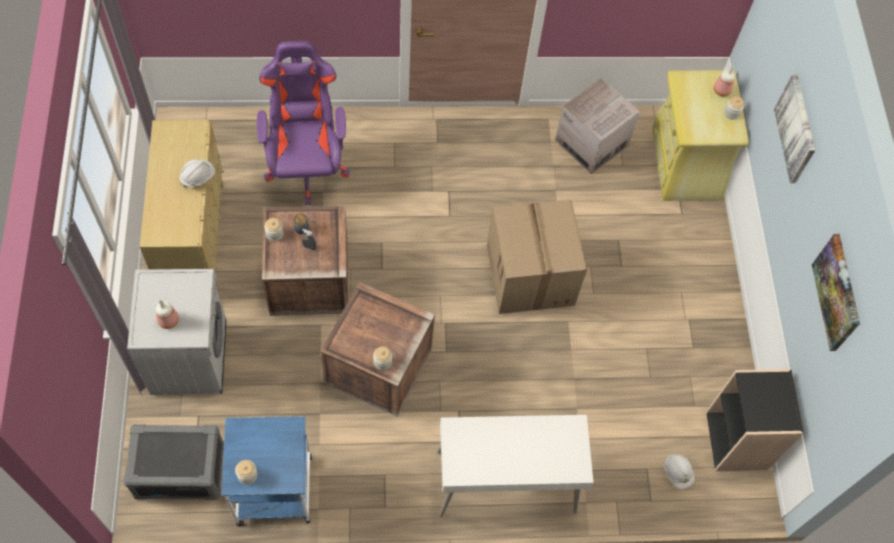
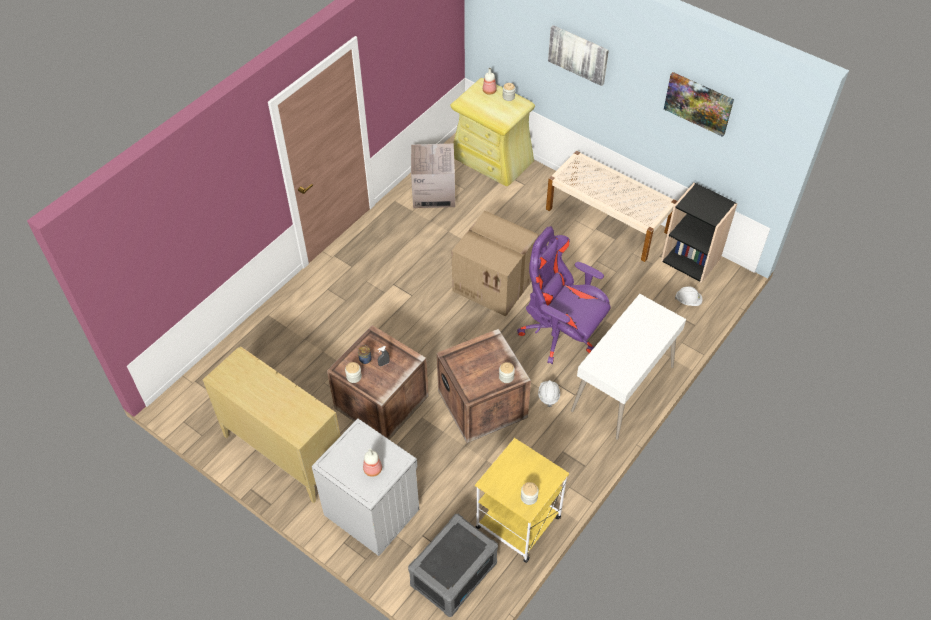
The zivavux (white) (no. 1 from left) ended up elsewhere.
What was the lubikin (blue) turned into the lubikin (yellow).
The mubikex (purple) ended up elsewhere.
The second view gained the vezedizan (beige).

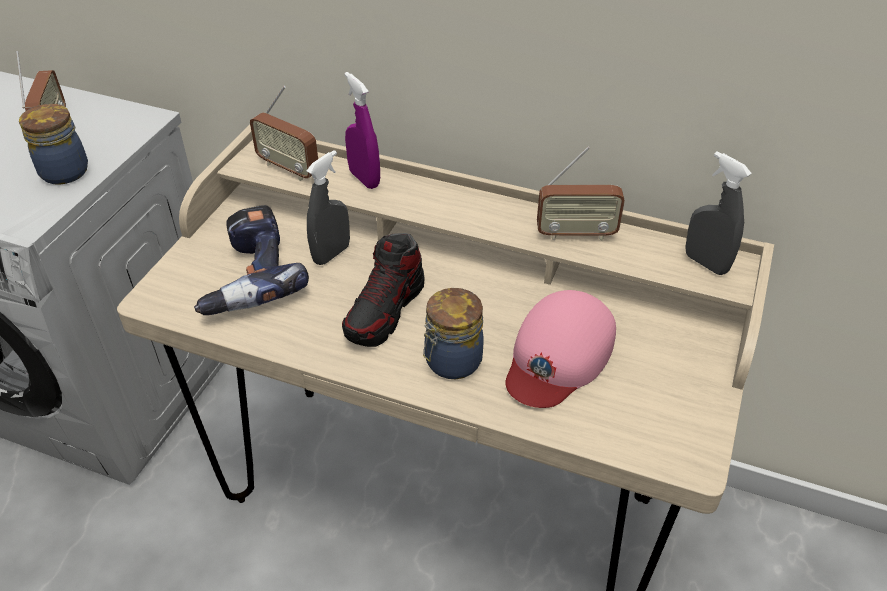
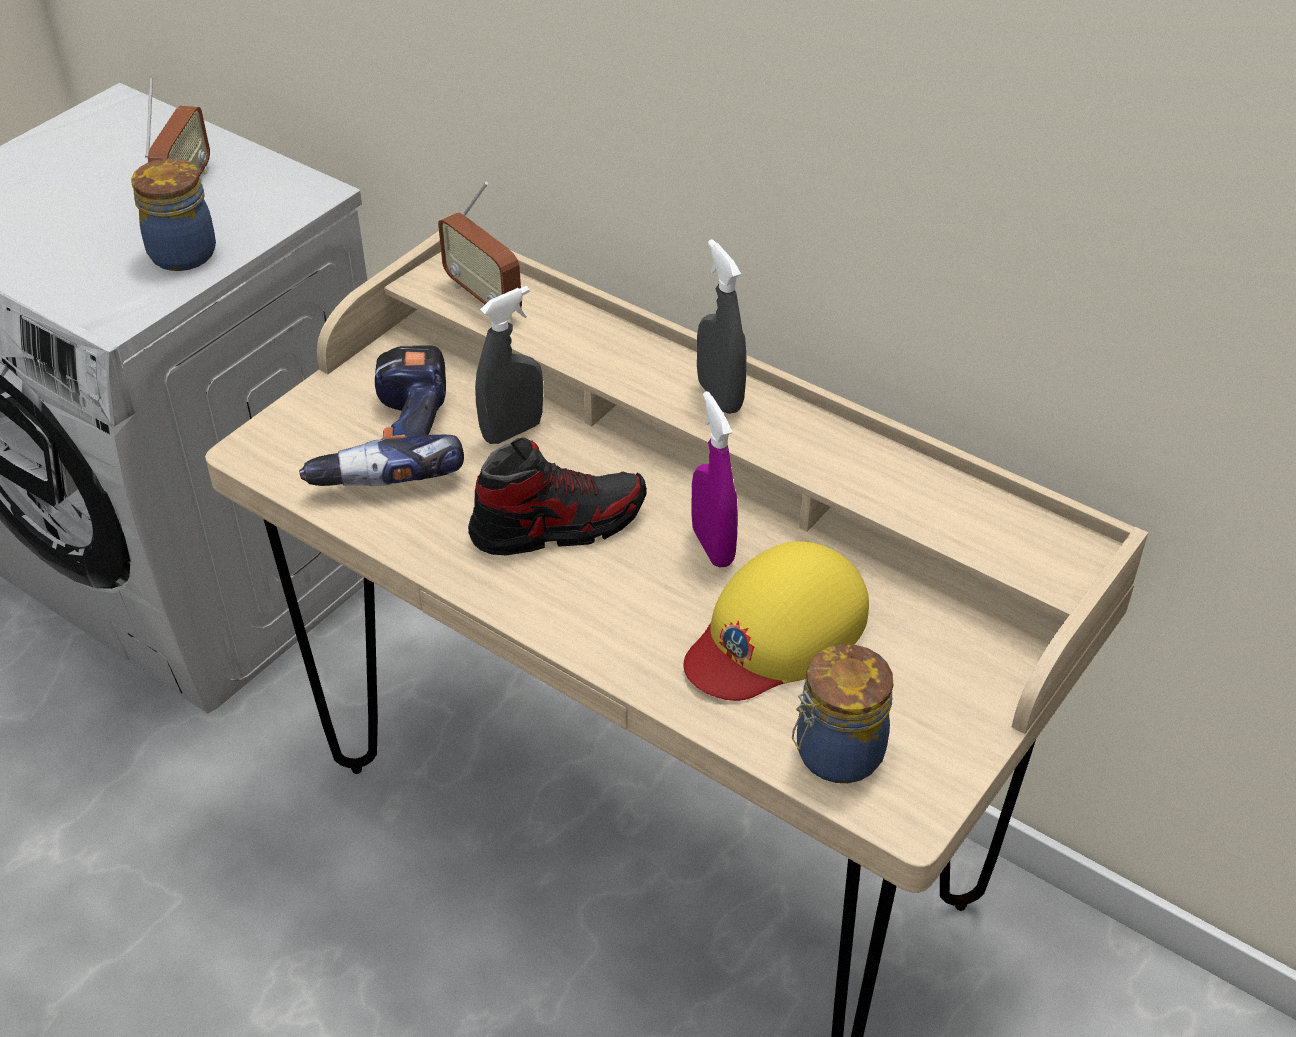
The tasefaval ended up facing another way, 150 degrees counterclockwise from before.
The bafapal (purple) ended up elsewhere.
The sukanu (no. 2 from left) ended up elsewhere.
What was the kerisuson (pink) turned into the kerisuson (yellow).
The second view lost the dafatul (no. 3 from left).
The bafapal (grey) (no. 2 from left) ended up elsewhere.

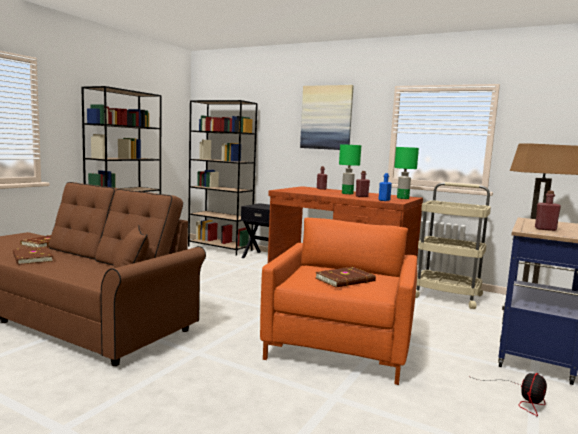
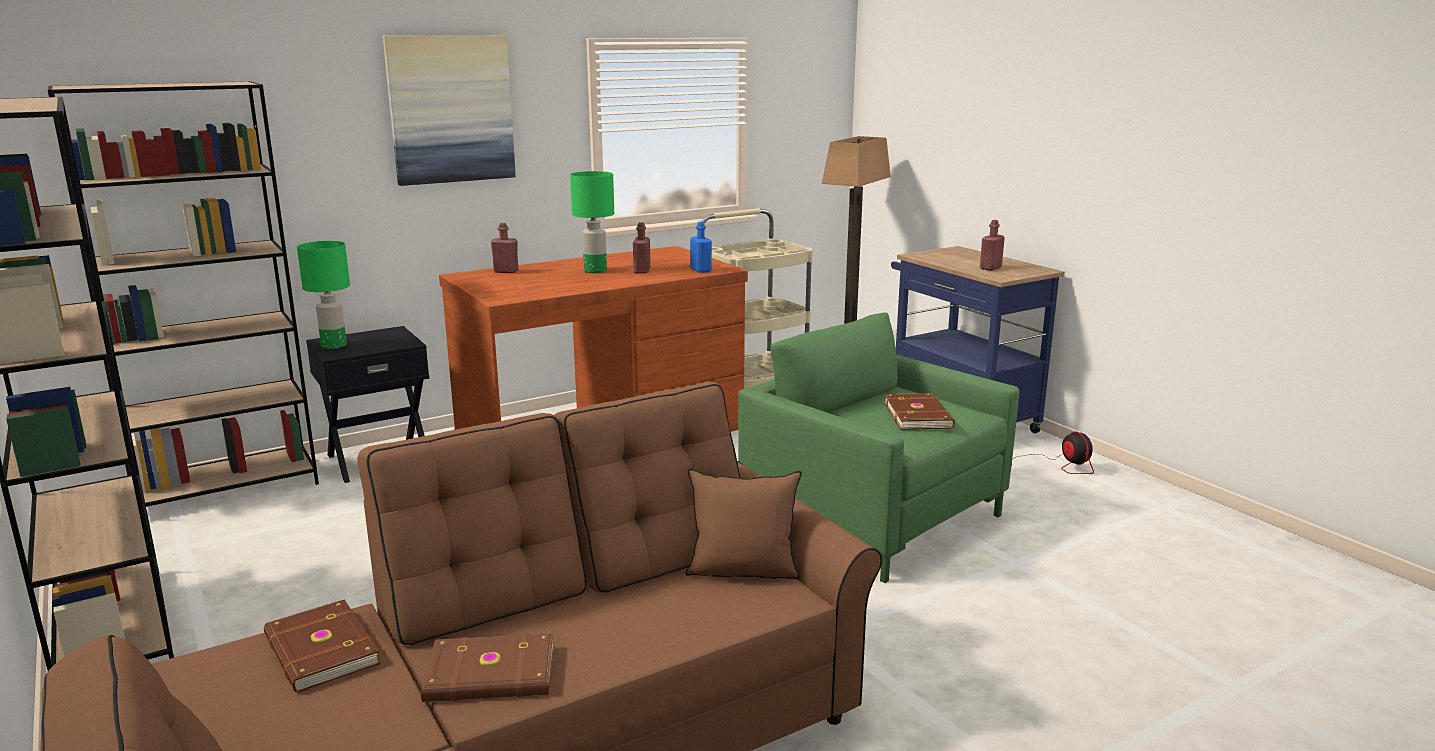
What was the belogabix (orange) turned into the belogabix (green).
The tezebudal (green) (no. 2 from left in the first image) ended up elsewhere.

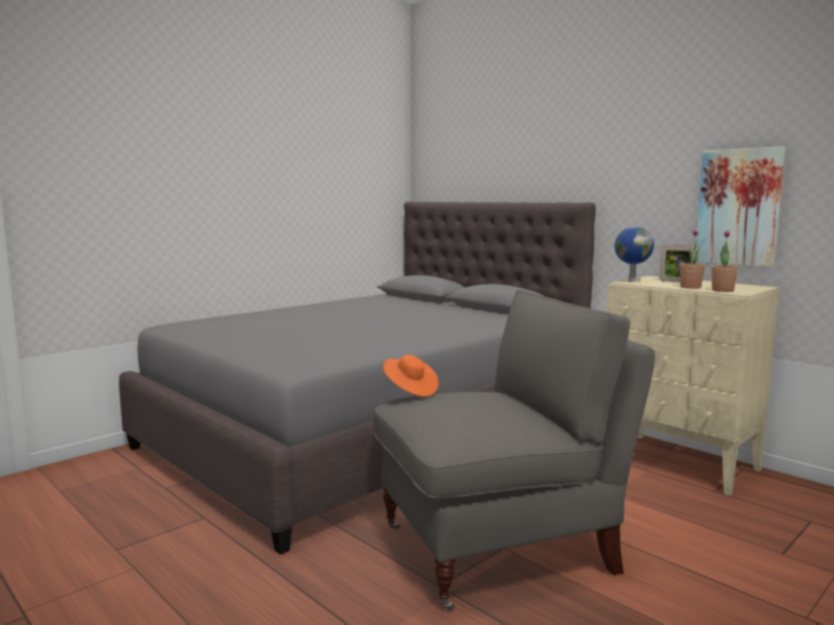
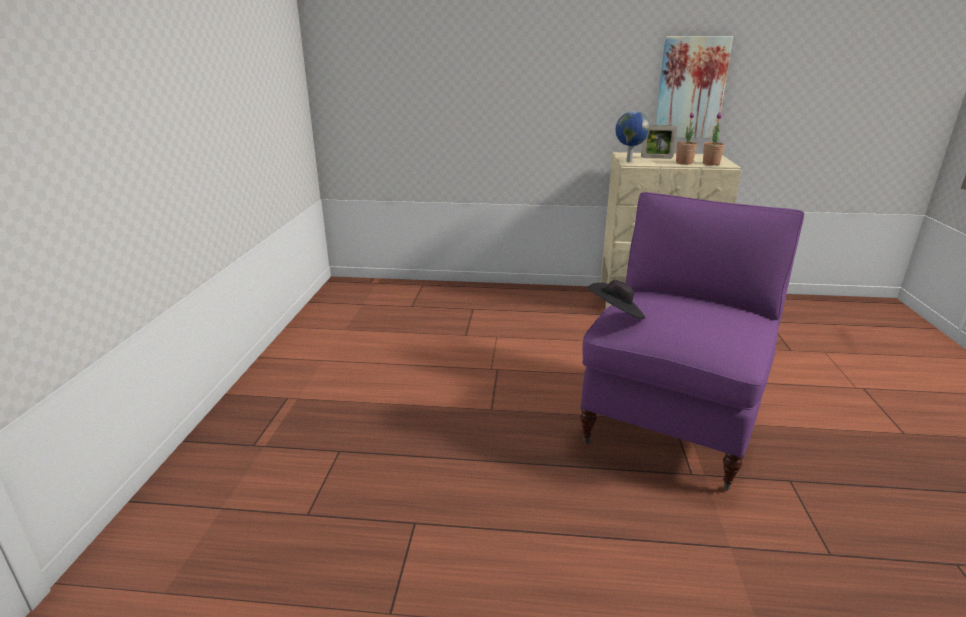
The second view lost the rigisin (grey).
What was the belogabix (grey) turned into the belogabix (purple).
What was the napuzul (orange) turned into the napuzul (black).

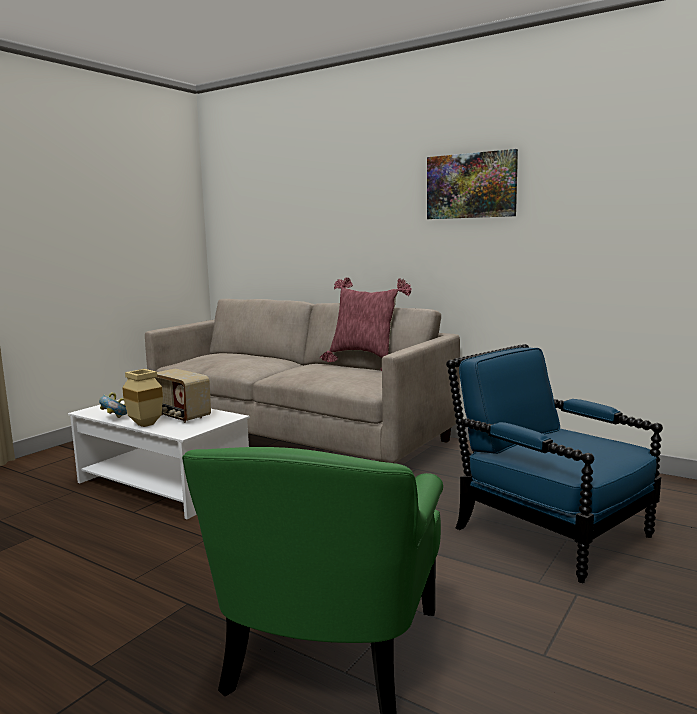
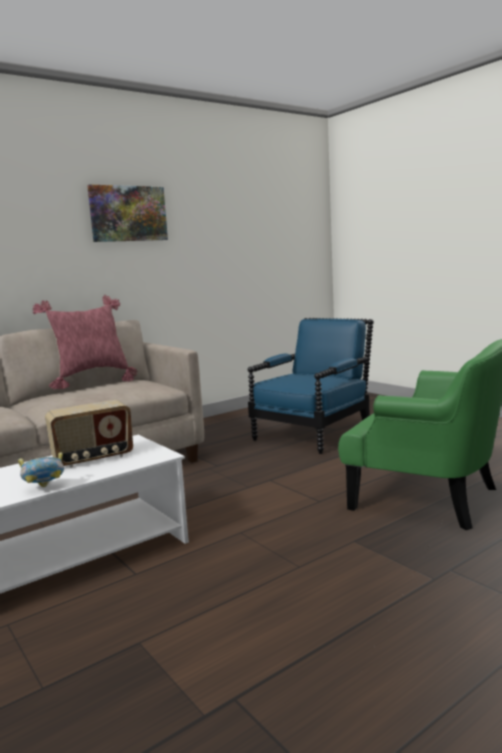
The second view lost the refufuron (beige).
The belogabix (blue) ended up facing another way, 150 degrees clockwise from before.

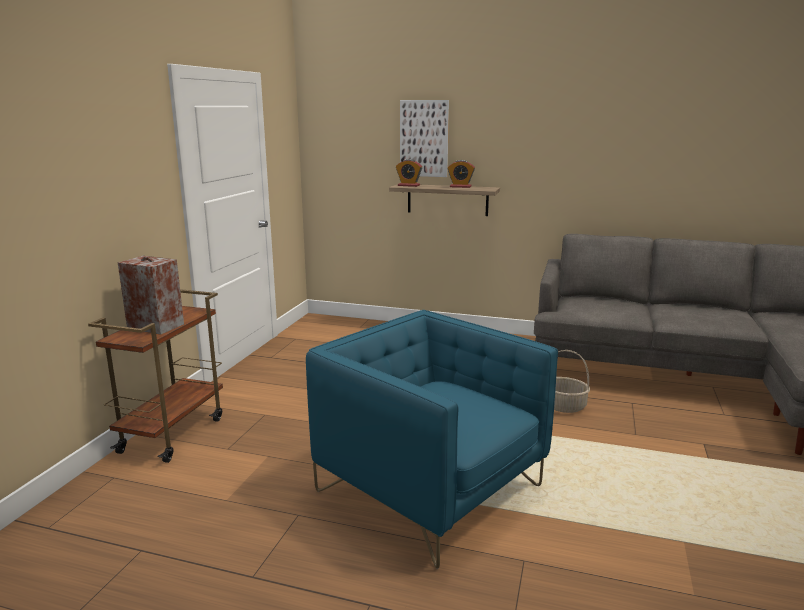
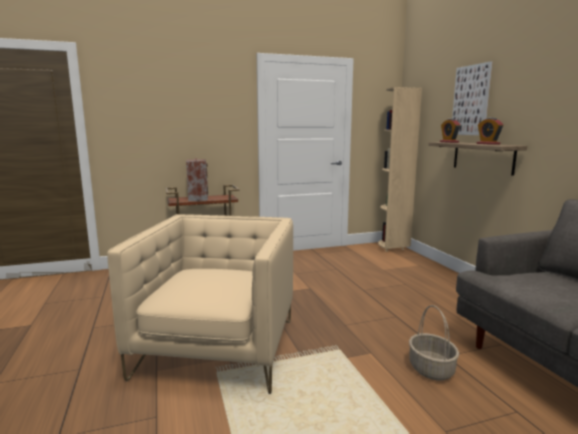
What was the belogabix (blue) turned into the belogabix (beige).
The second view gained the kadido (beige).

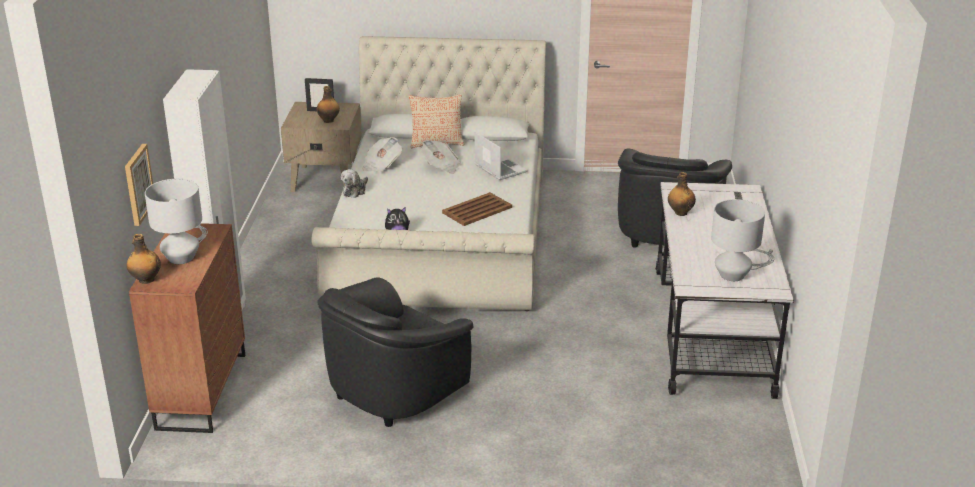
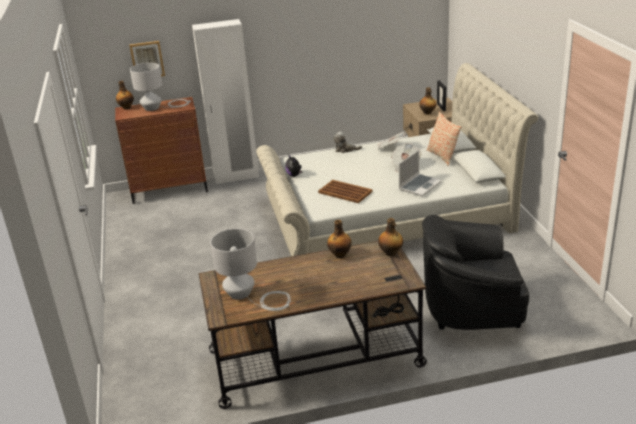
The second view lost the belogabix (black) (no. 1 from left).
What was the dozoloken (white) turned into the dozoloken (brown).
The second view gained the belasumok (no. 3 from left).

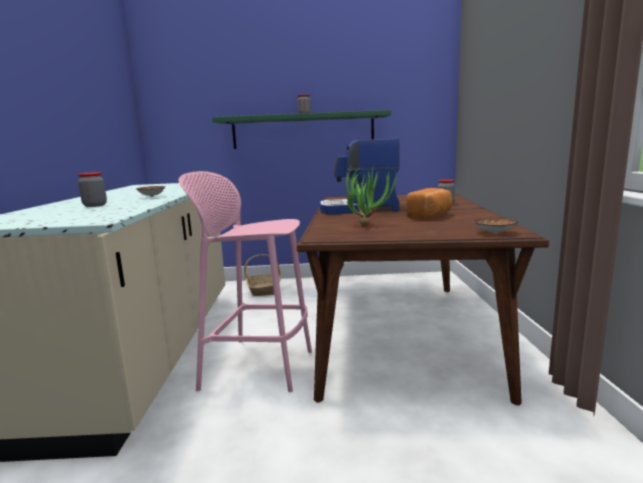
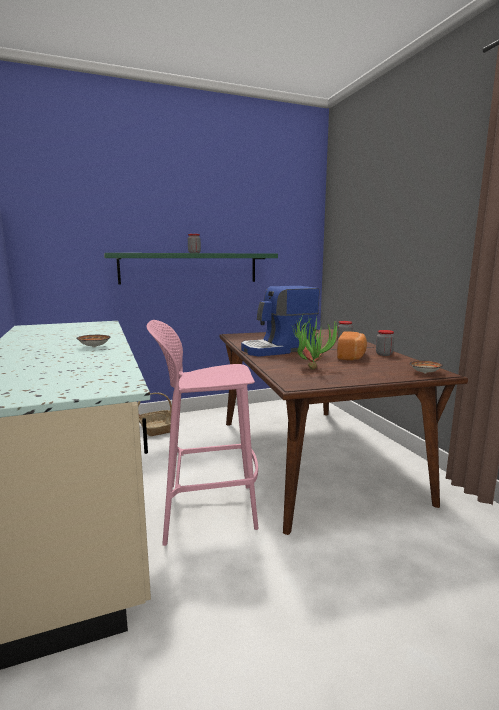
The sukanu (no. 1 from left in the first image) ended up elsewhere.

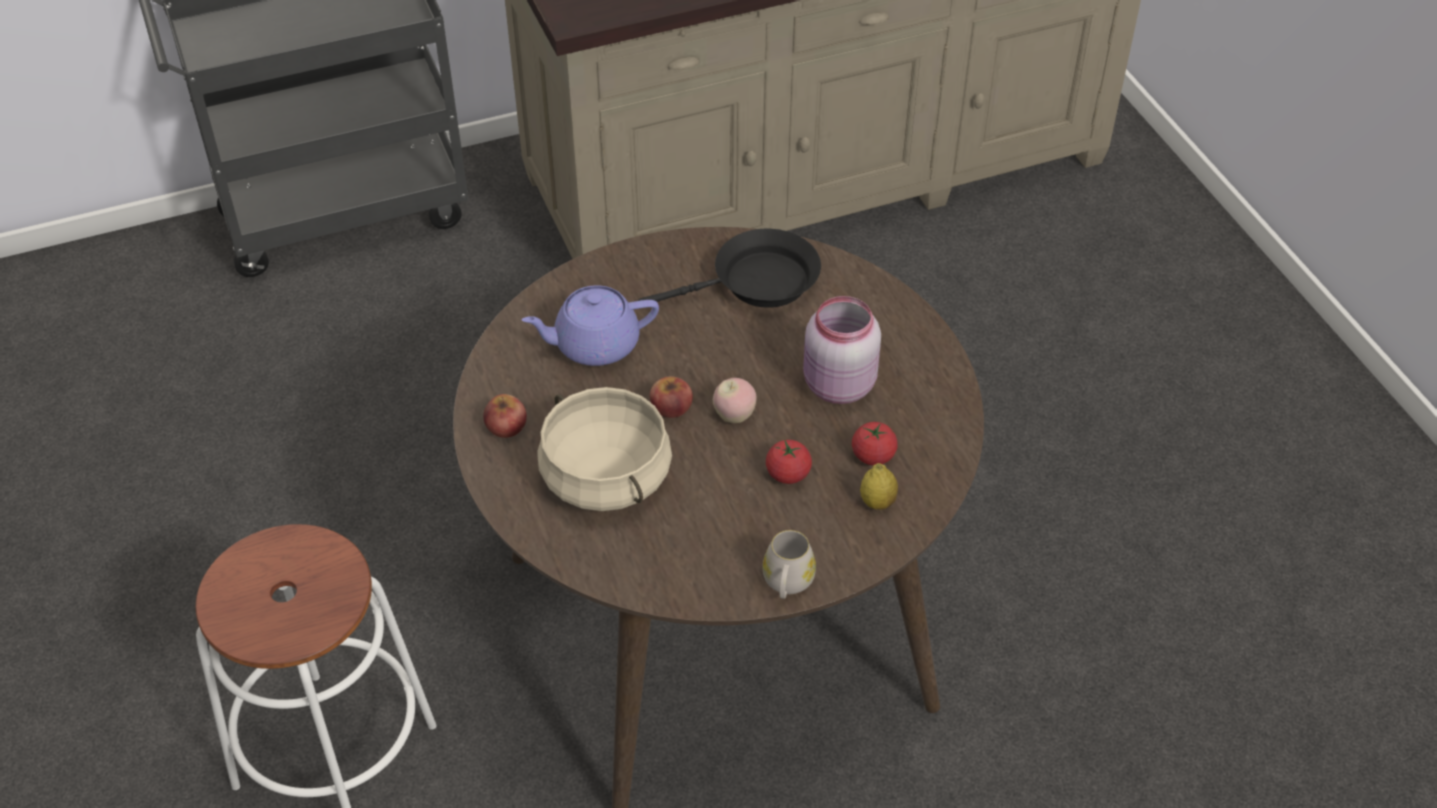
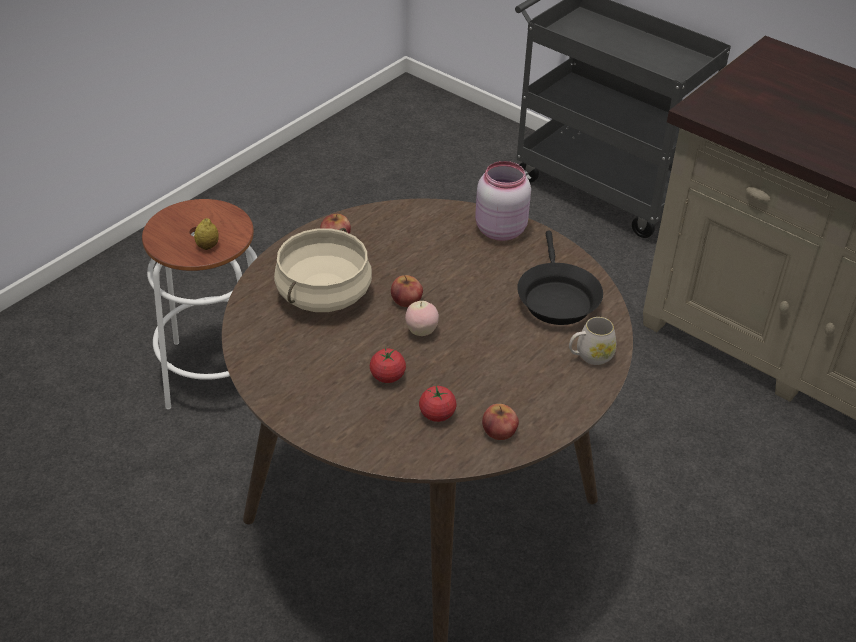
The second view lost the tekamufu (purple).
The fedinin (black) ended up facing another way, 45 degrees clockwise from before.
The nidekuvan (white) ended up elsewhere.
The sukanu (pink) ended up elsewhere.
The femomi ended up elsewhere.
The second view gained the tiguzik (no. 4 from left).

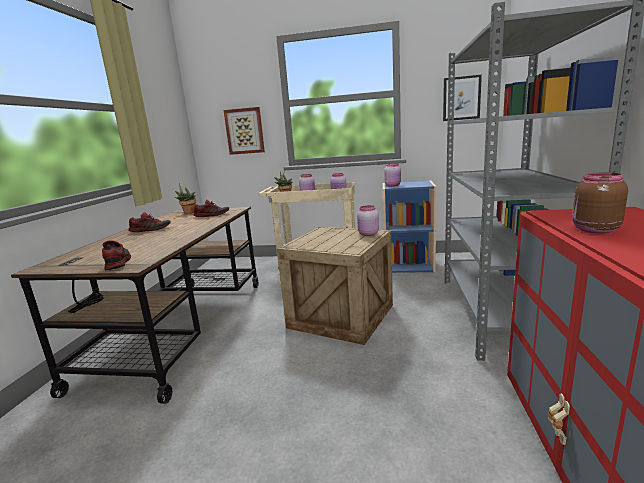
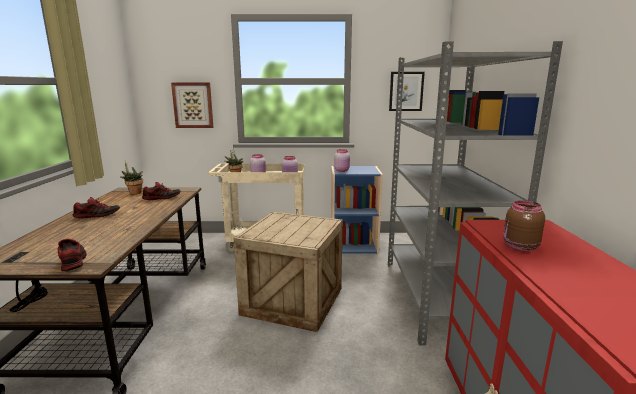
The second view lost the sukanu (pink) (no. 3 from left).

